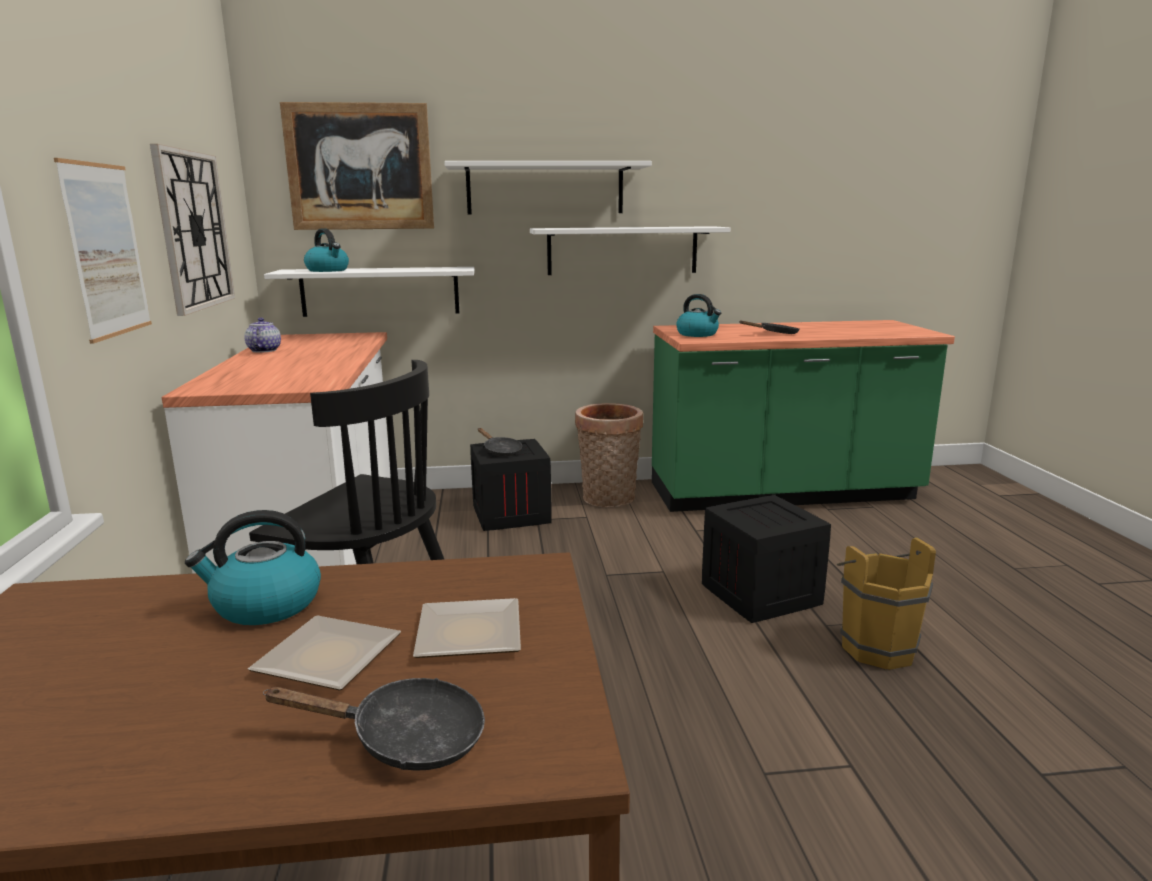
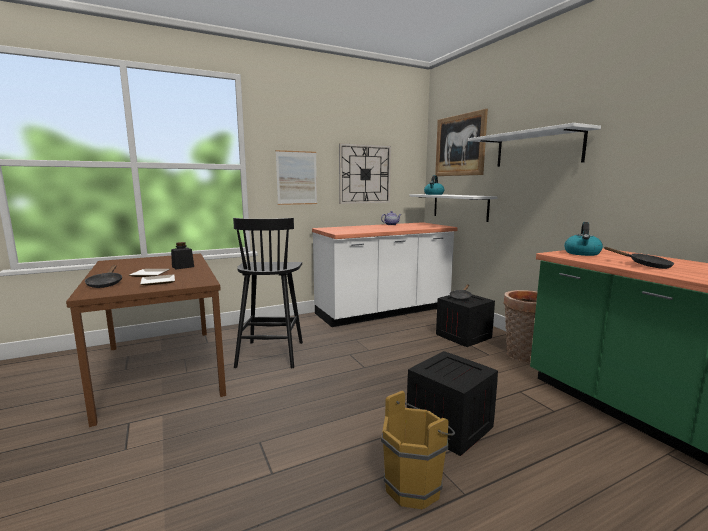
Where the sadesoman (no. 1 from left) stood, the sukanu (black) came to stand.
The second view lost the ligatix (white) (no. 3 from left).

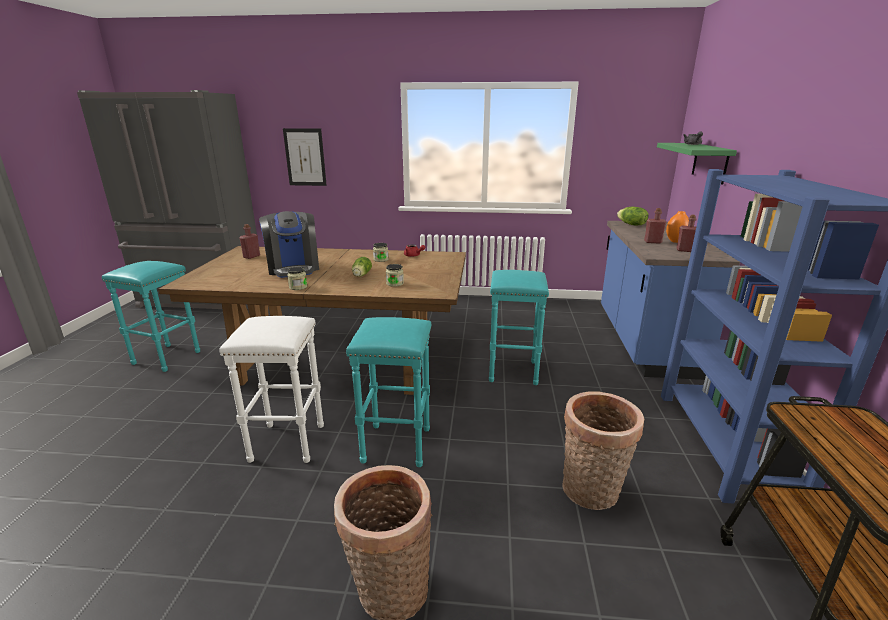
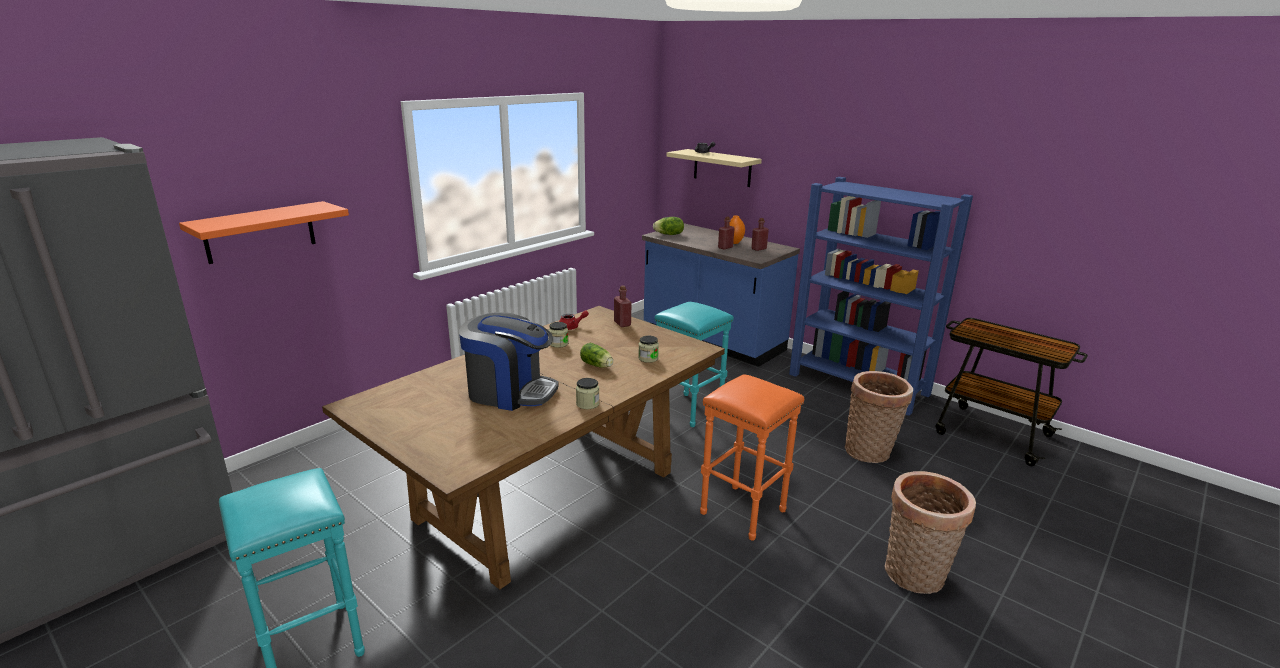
The second view lost the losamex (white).
The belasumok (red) (no. 1 from left) ended up elsewhere.
Where the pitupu hung, the ligatix (orange) came to hang.
What was the losamex (turquoise) (no. 2 from left) turned into the losamex (orange).
What was the ligatix (green) turned into the ligatix (beige).

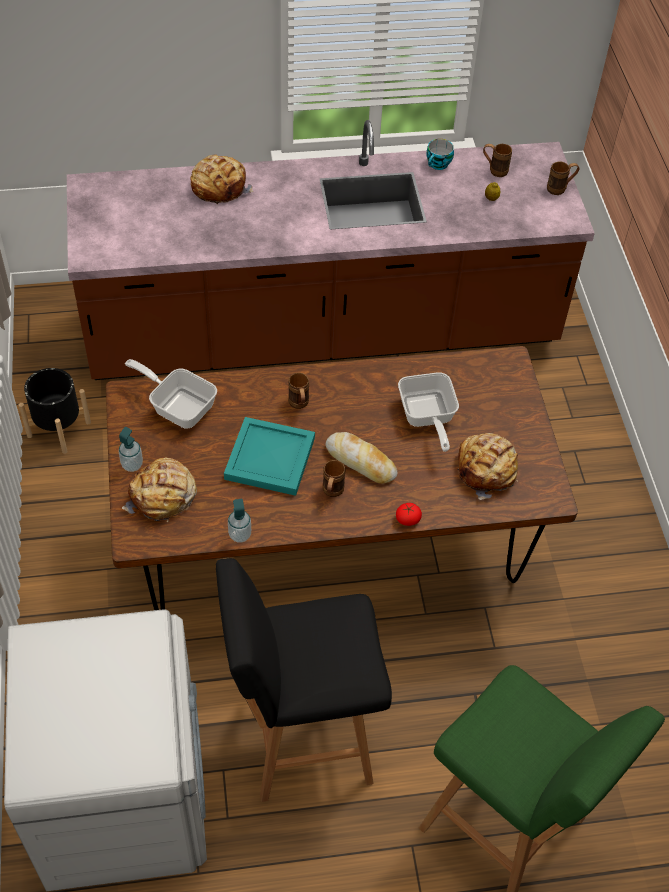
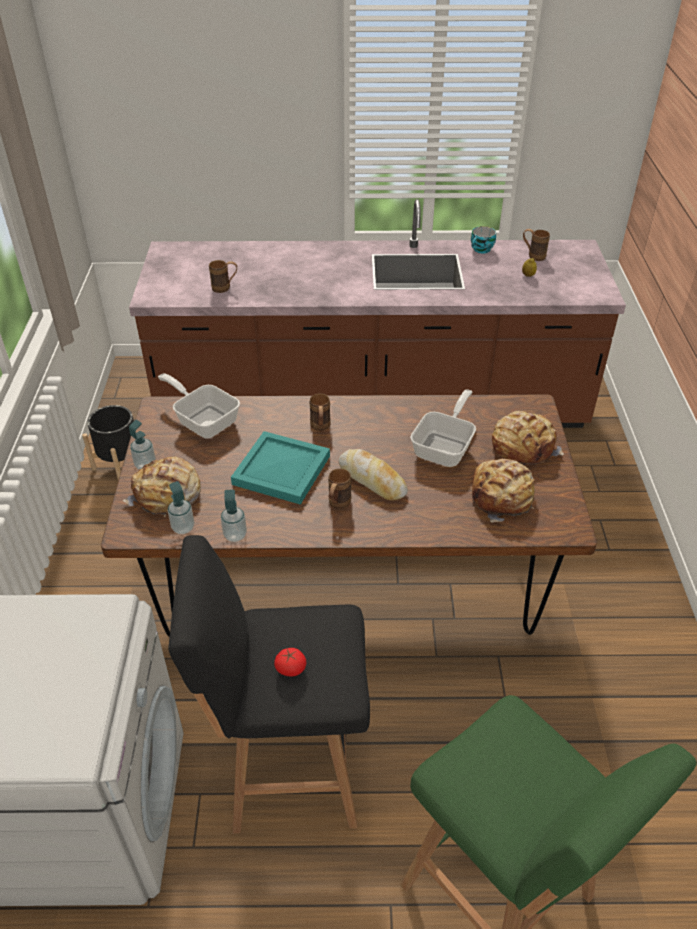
The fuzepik (no. 2 from left in the first image) ended up elsewhere.
The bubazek ended up elsewhere.
The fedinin (no. 2 from left) ended up facing another way, 150 degrees counterclockwise from before.
The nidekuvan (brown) (no. 4 from left in the first image) ended up elsewhere.
The second view gained the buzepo (no. 2 from left).

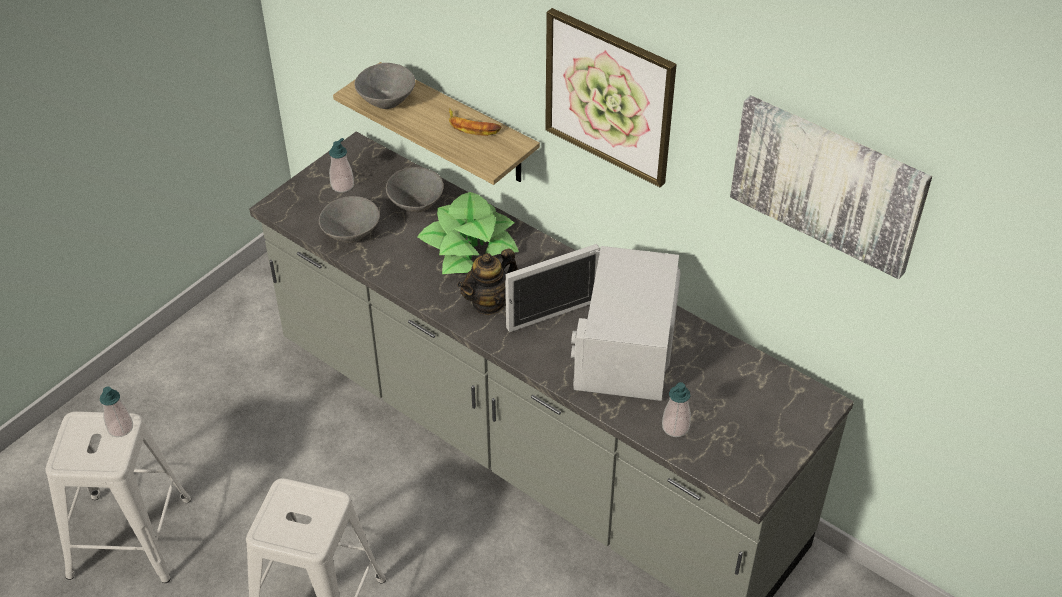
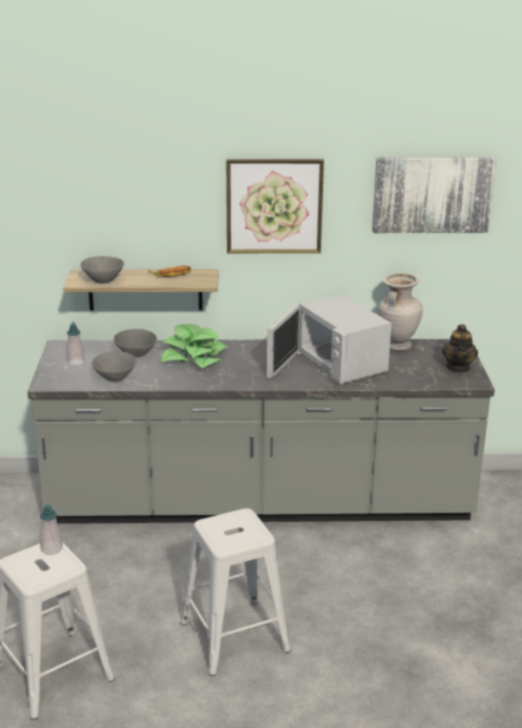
The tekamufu ended up elsewhere.
The second view lost the buzepo (no. 3 from left).
The second view gained the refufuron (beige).

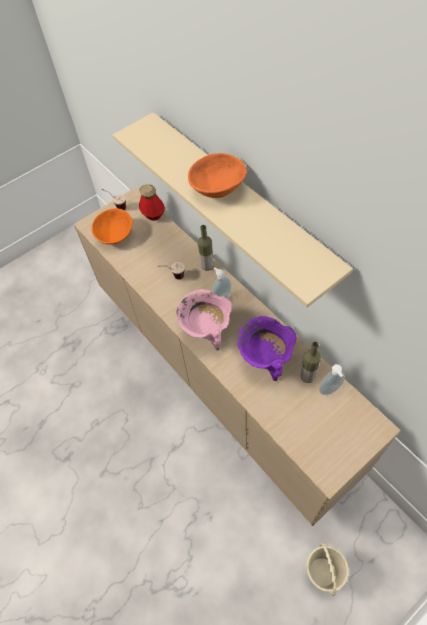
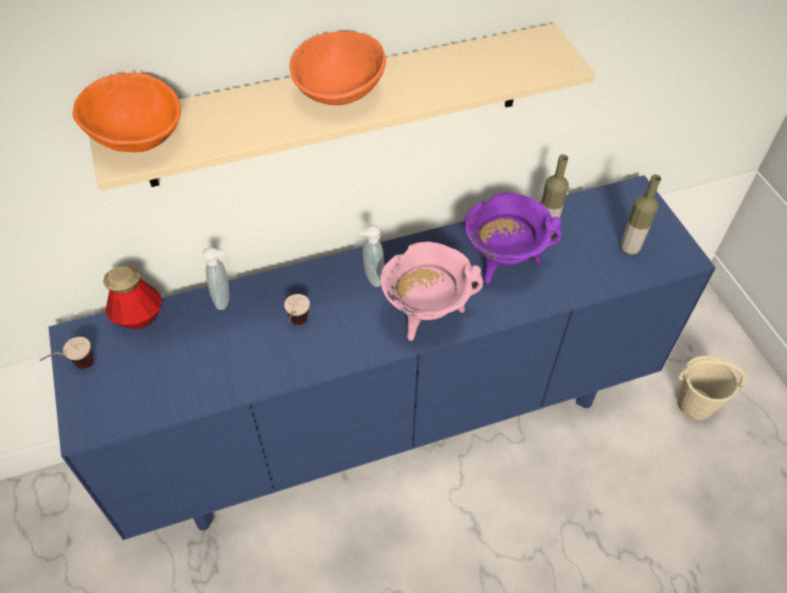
What was the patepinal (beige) turned into the patepinal (blue).
The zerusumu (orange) (no. 1 from left) ended up elsewhere.
The belasumok (no. 2 from left in the first image) ended up elsewhere.
The buzepo (no. 2 from left in the first image) ended up elsewhere.

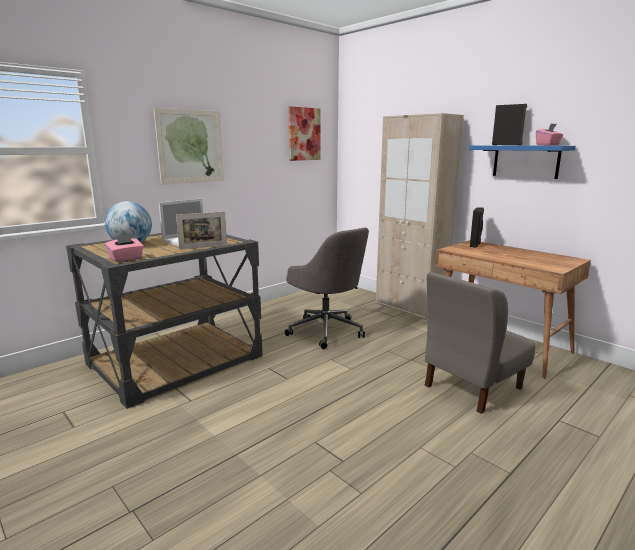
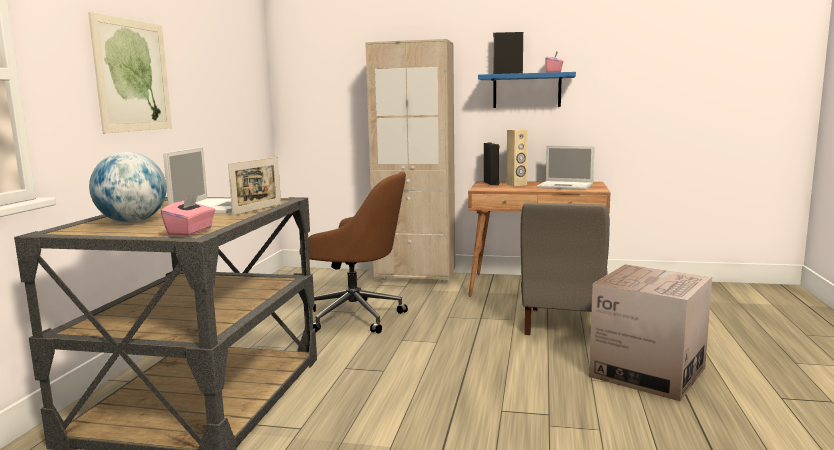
What was the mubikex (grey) turned into the mubikex (brown).
The second view lost the pitupu (no. 2 from left).
The second view gained the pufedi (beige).
The second view gained the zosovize (no. 2 from left).
The second view gained the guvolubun.

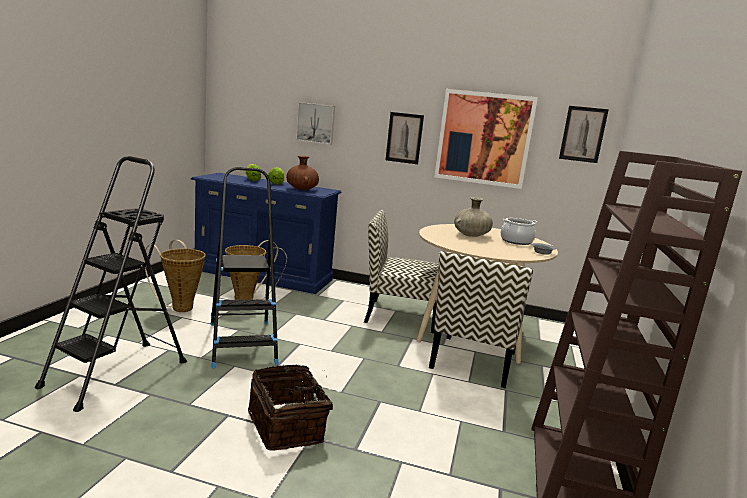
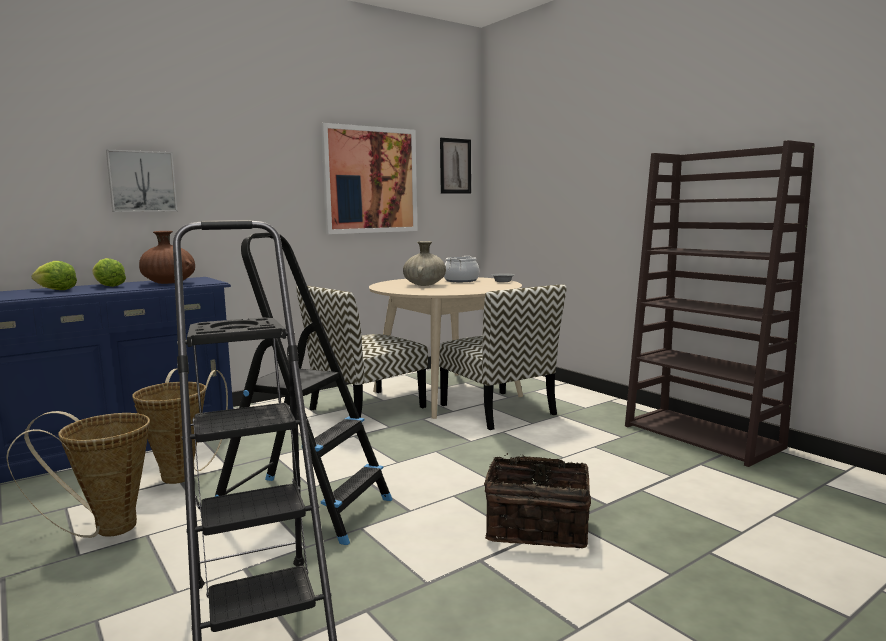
The second view lost the pitupu (no. 2 from left).

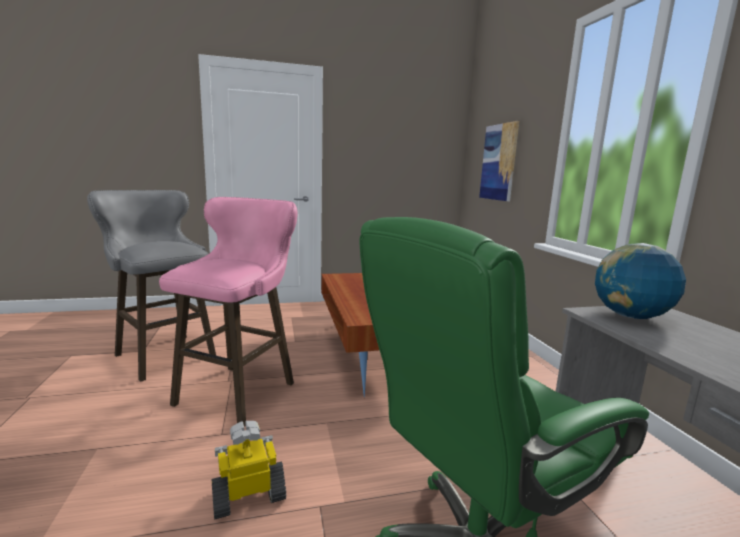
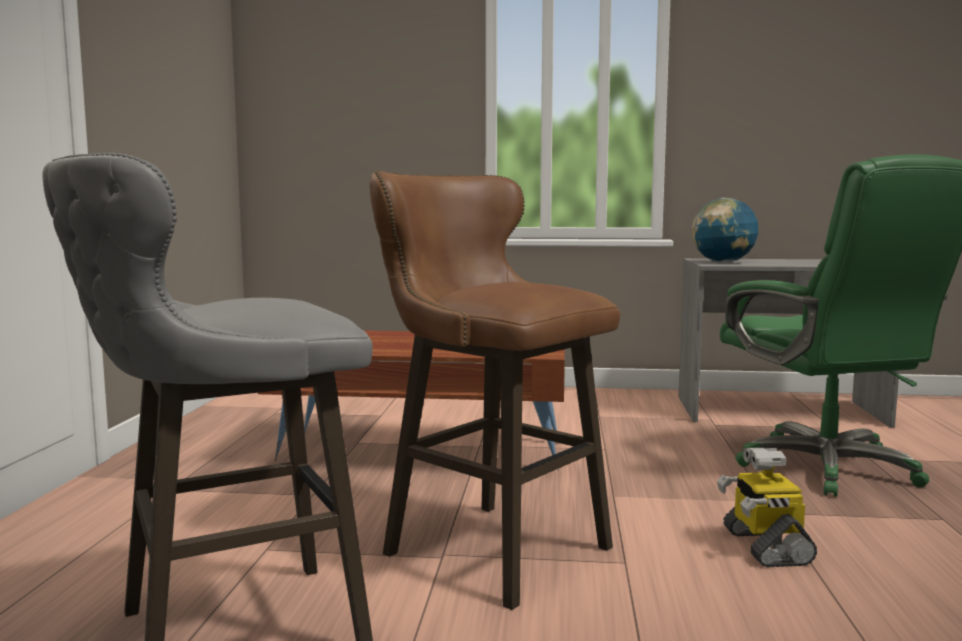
What was the losamex (pink) turned into the losamex (brown).
The second view lost the pitupu.

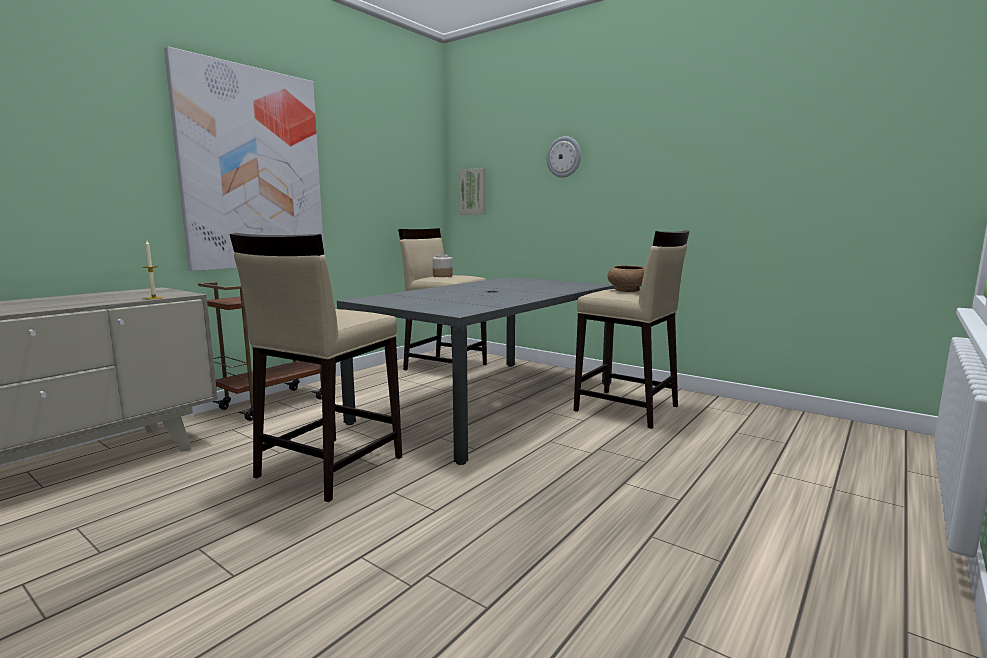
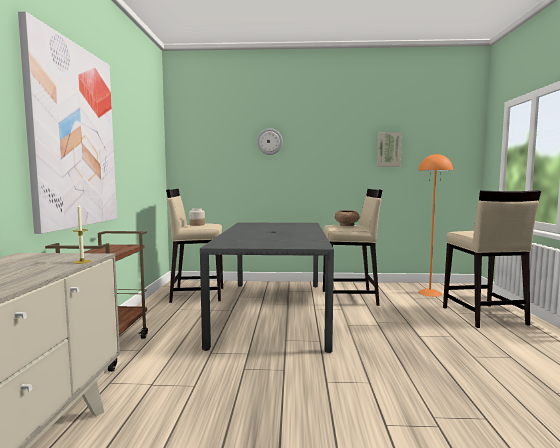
The losamex (beige) (no. 1 from left in the first image) ended up elsewhere.
The pitupu (no. 2 from left) ended up elsewhere.
The second view gained the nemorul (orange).

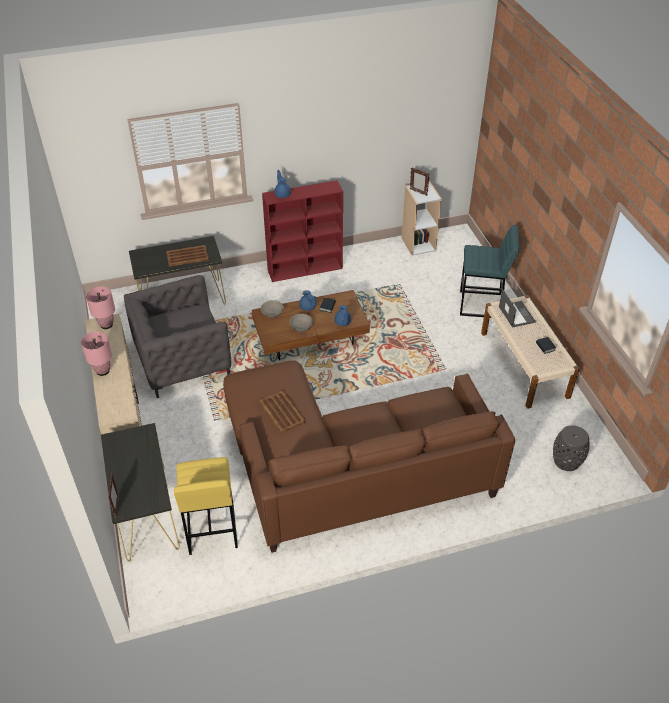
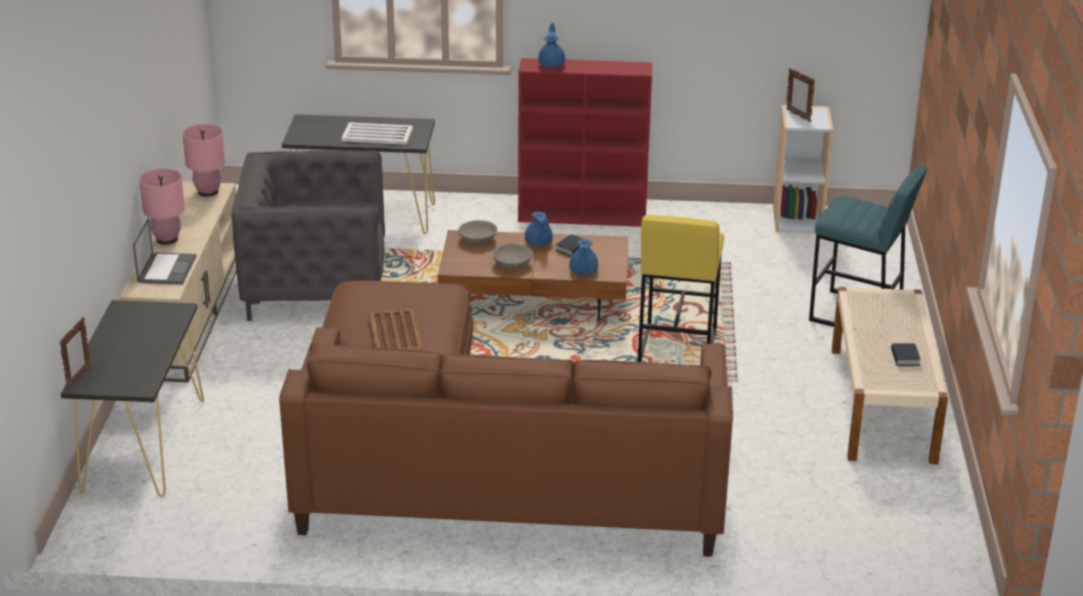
What was the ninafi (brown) (no. 1 from left) turned into the ninafi (white).
The losamex (yellow) ended up elsewhere.
The zosovize ended up elsewhere.
The second view lost the losamex (grey).

